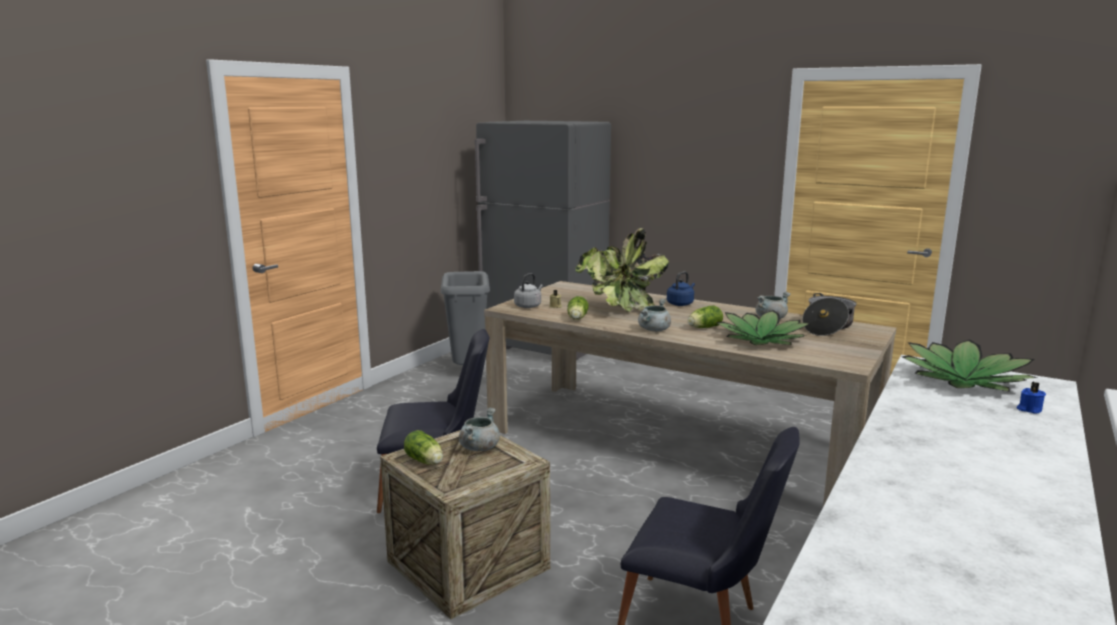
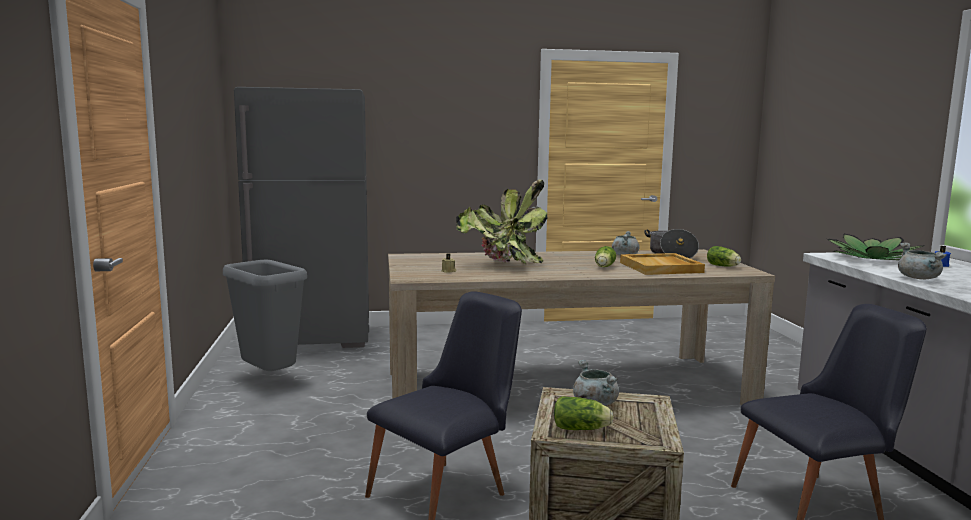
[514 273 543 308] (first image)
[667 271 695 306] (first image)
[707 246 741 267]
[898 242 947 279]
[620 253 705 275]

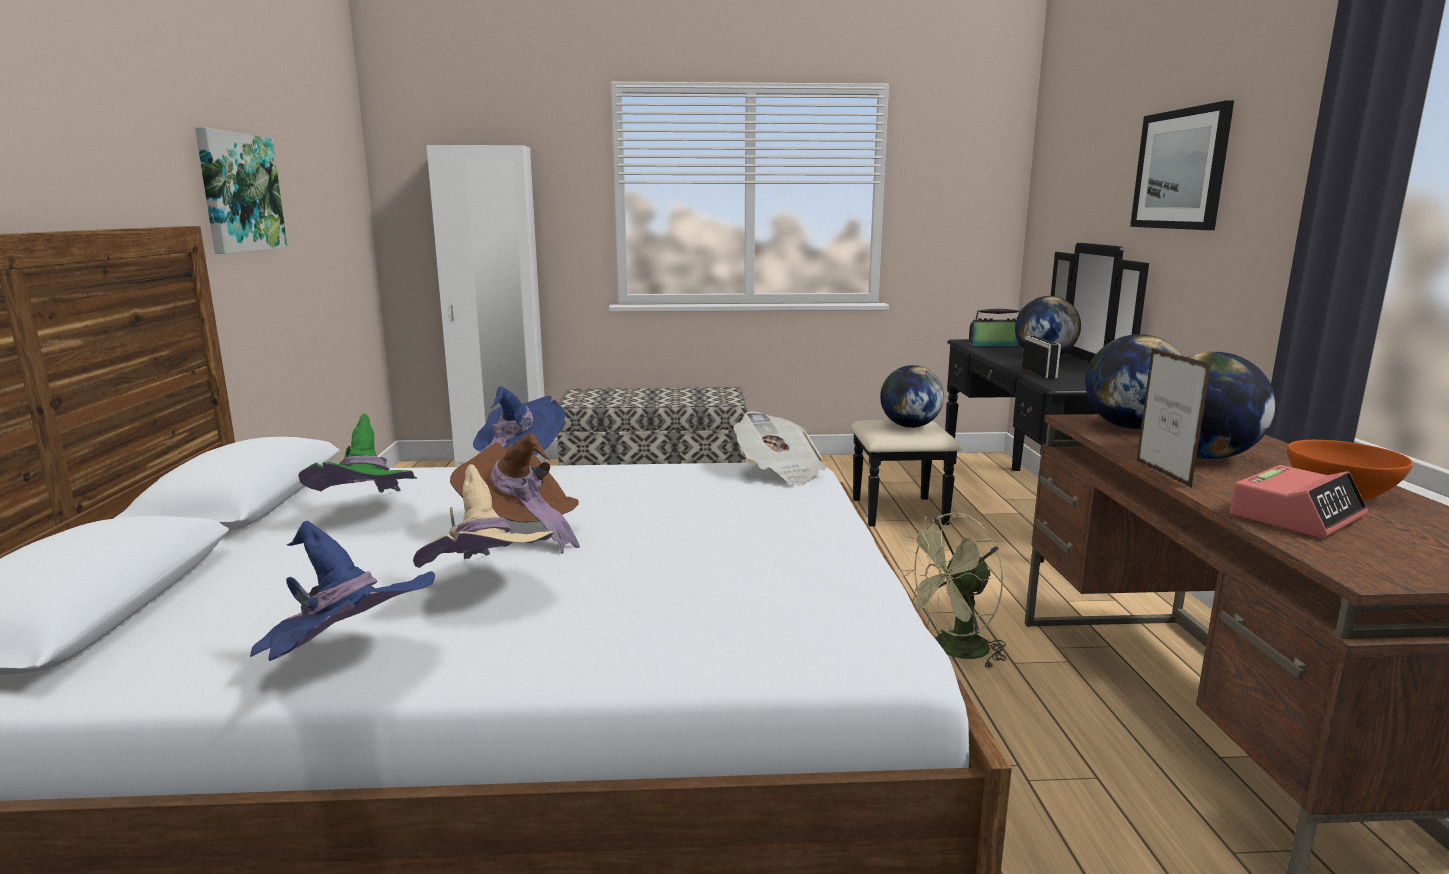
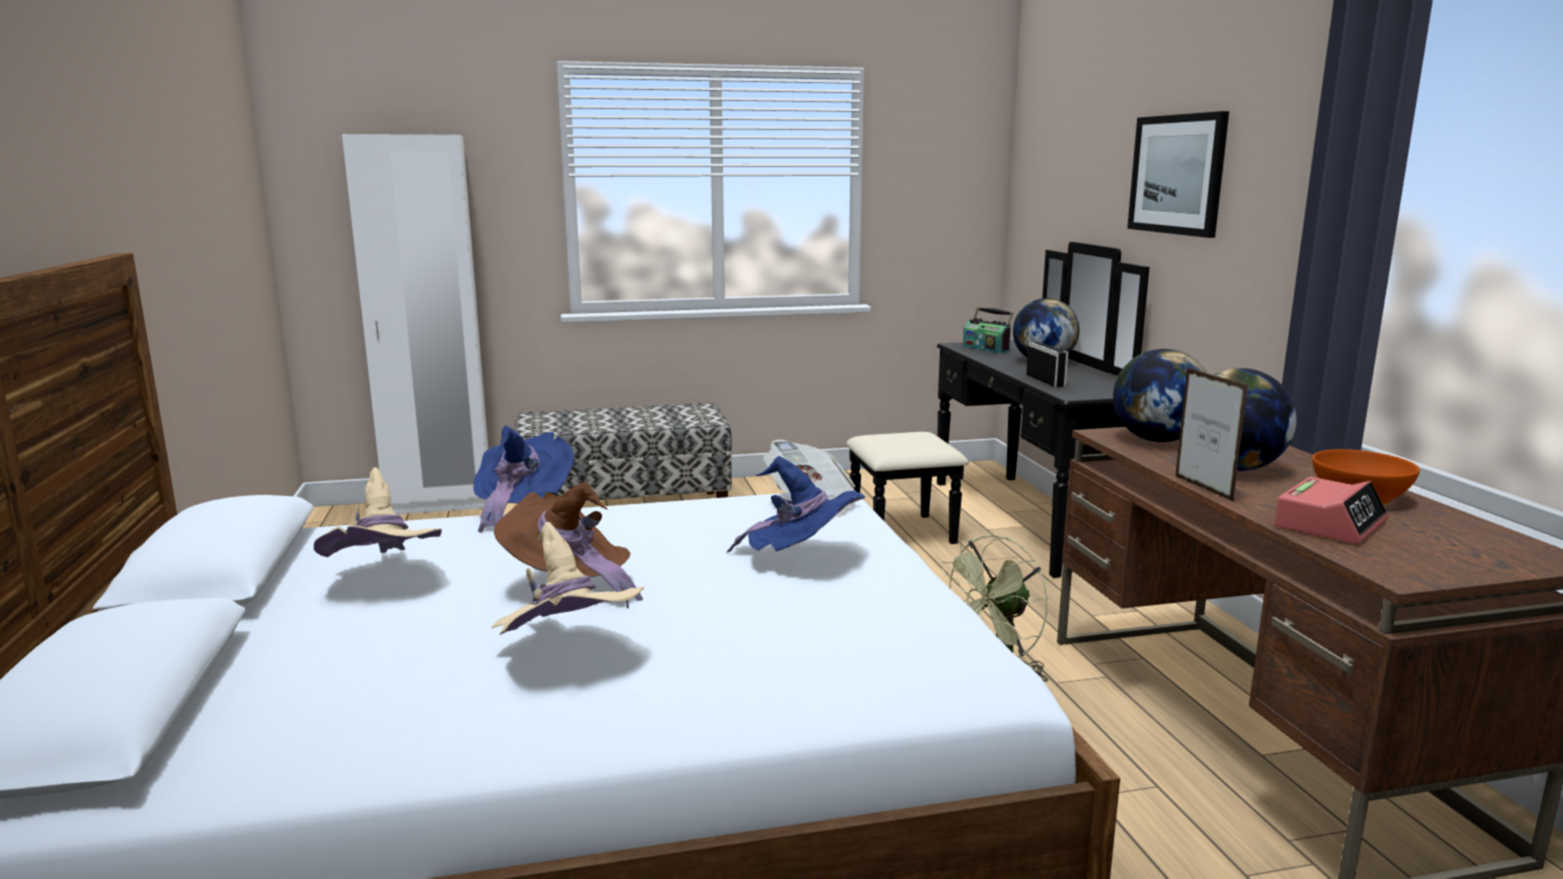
[195 127 287 254] (first image)
[880 365 944 428] (first image)
[727 456 865 553]
[314 467 442 557]
[963 307 1013 353]

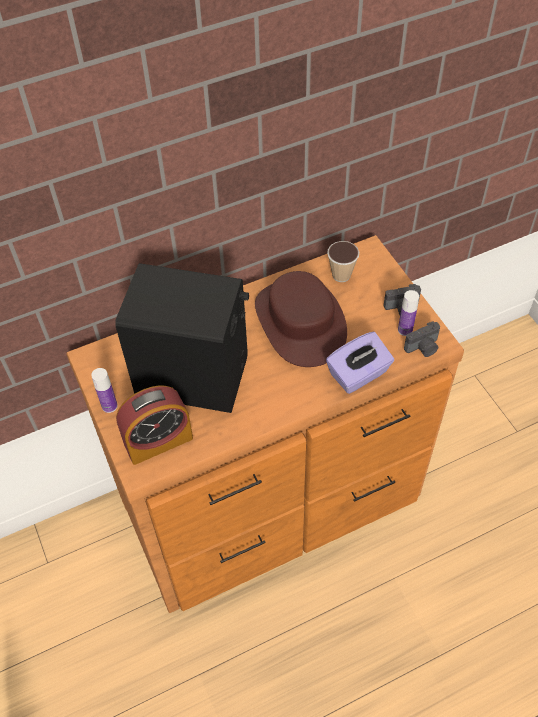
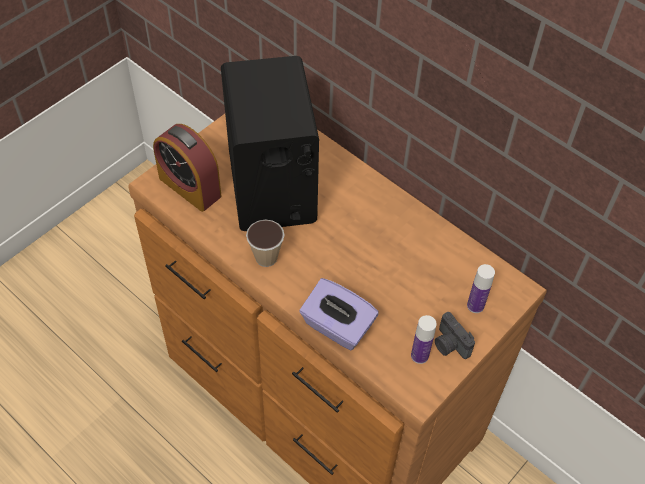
[255 271 347 367] (first image)
[404 321 440 357] (first image)
[467 264 495 313]
[246 219 285 267]

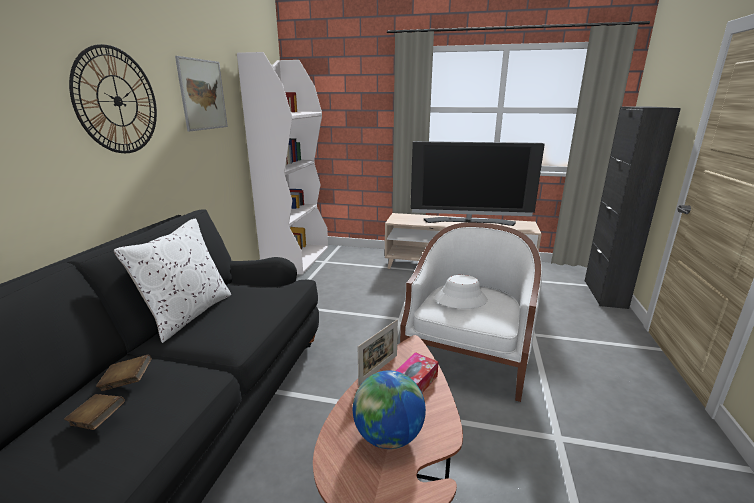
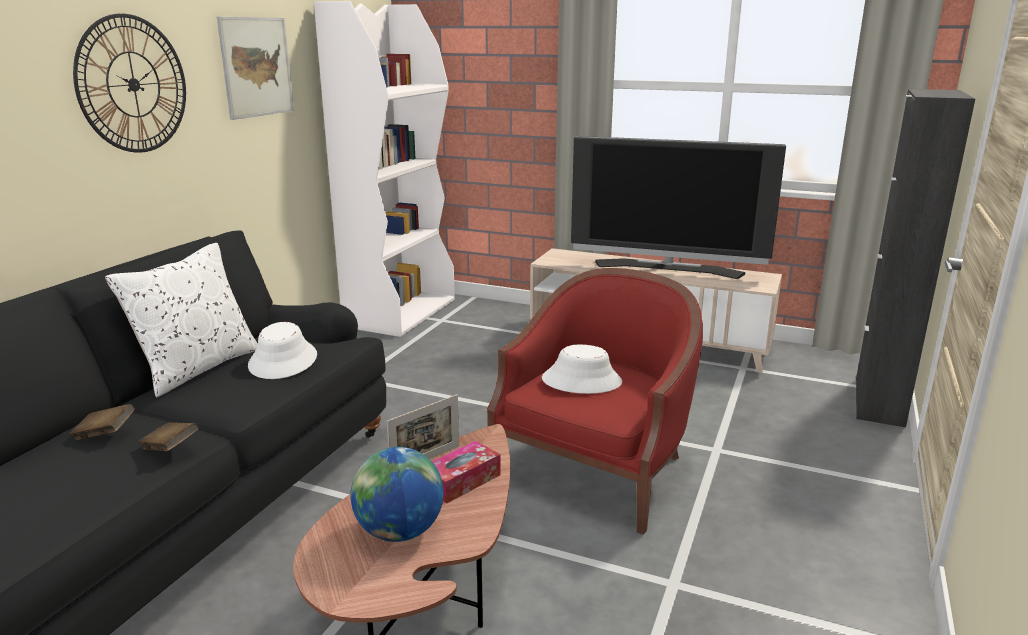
[248 322 317 379]
[138 422 198 451]
[487 268 703 535]

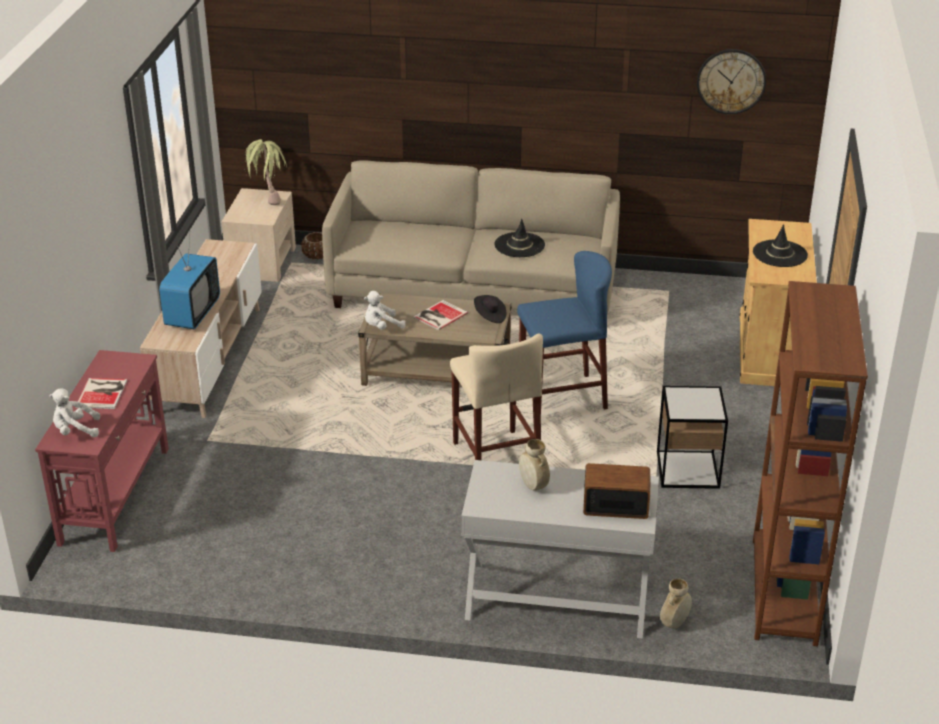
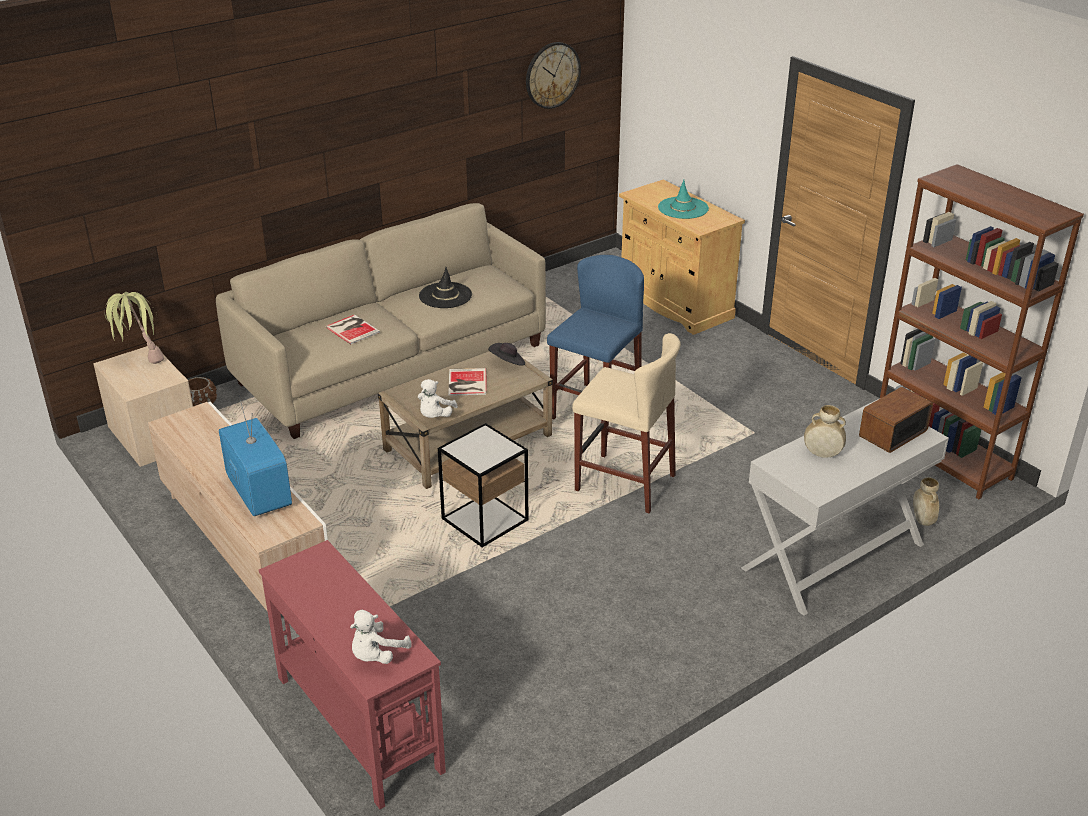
[325 315 380 344]
[438 423 528 548]
[658 180 709 219]

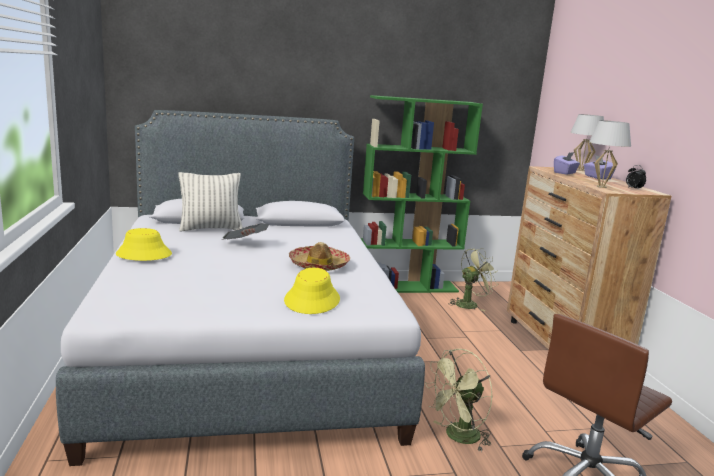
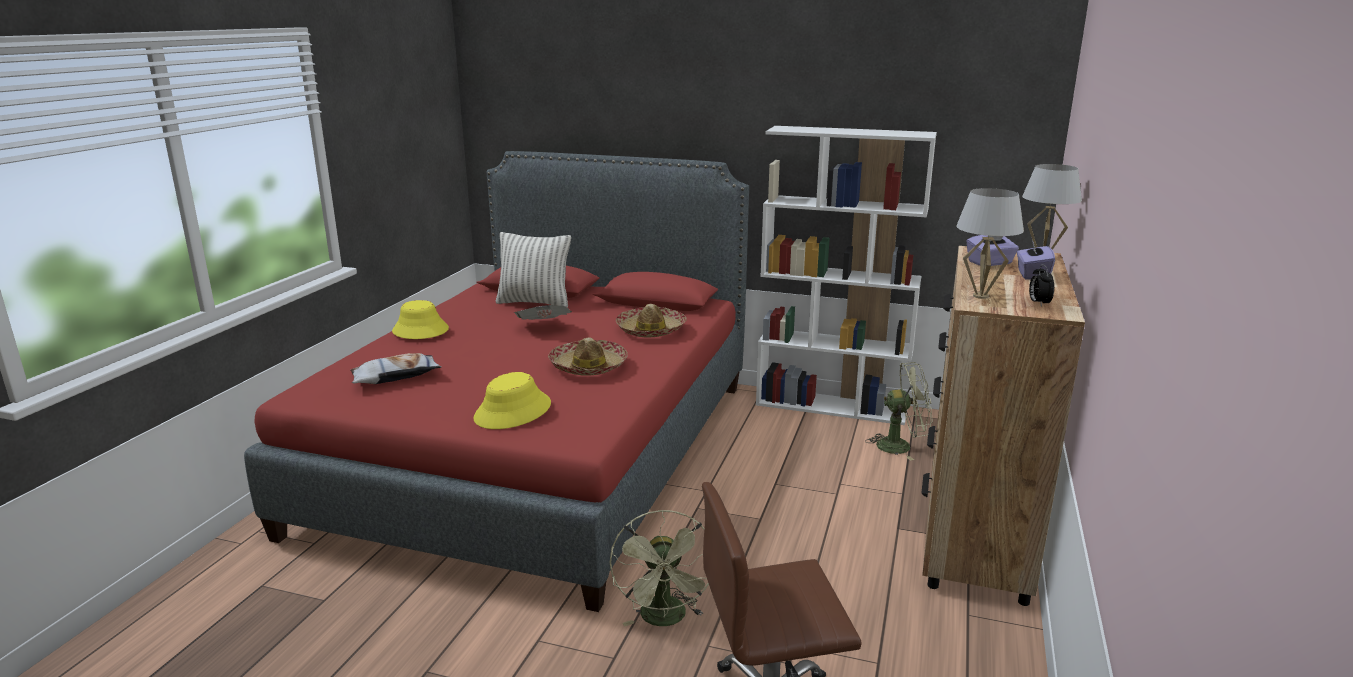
[350 353 442 384]
[616 304 686 338]
[244 151 749 612]
[756 126 937 425]
[610 510 709 626]

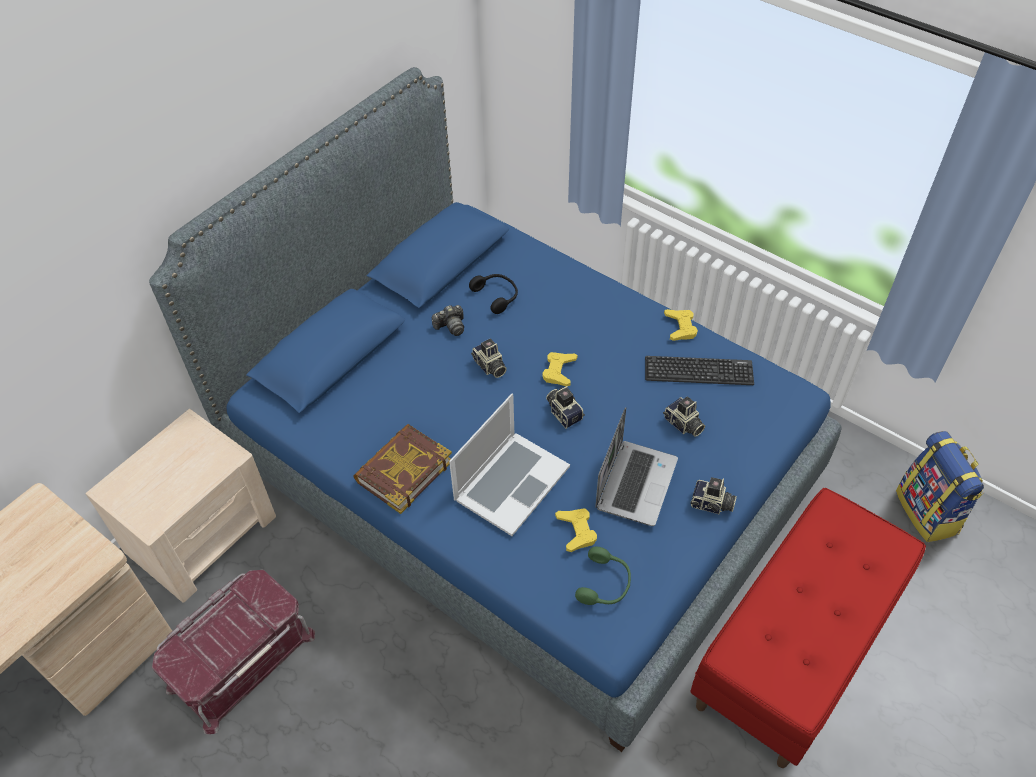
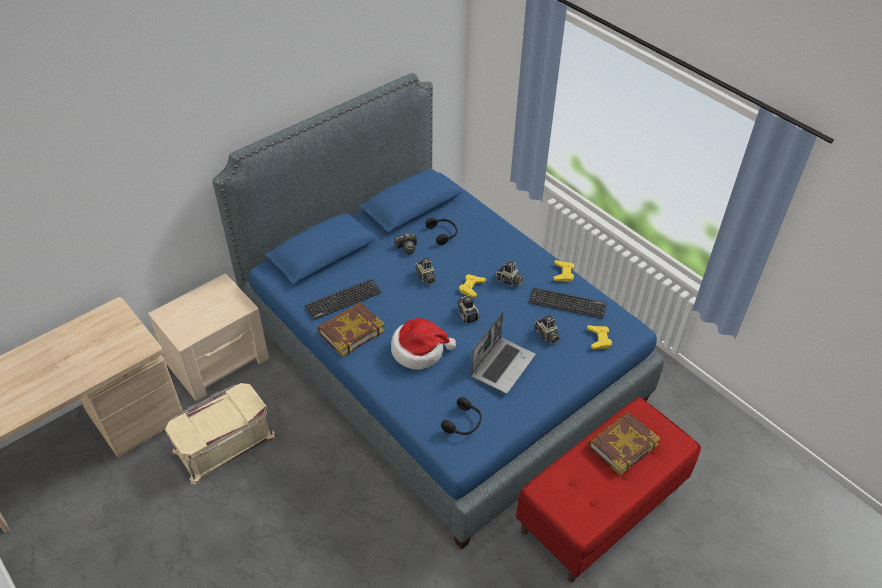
[896 431 984 542] (first image)
[305 279 381 320]
[588 412 661 476]
[587 325 612 349]
[495 261 524 286]
[391 318 456 370]
[165 383 277 485]
[441 397 482 435]

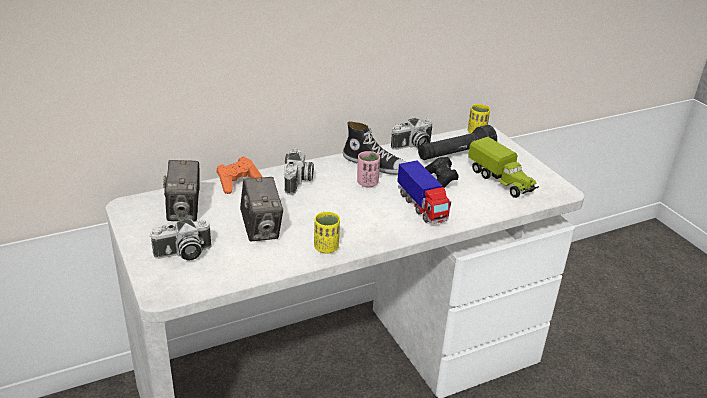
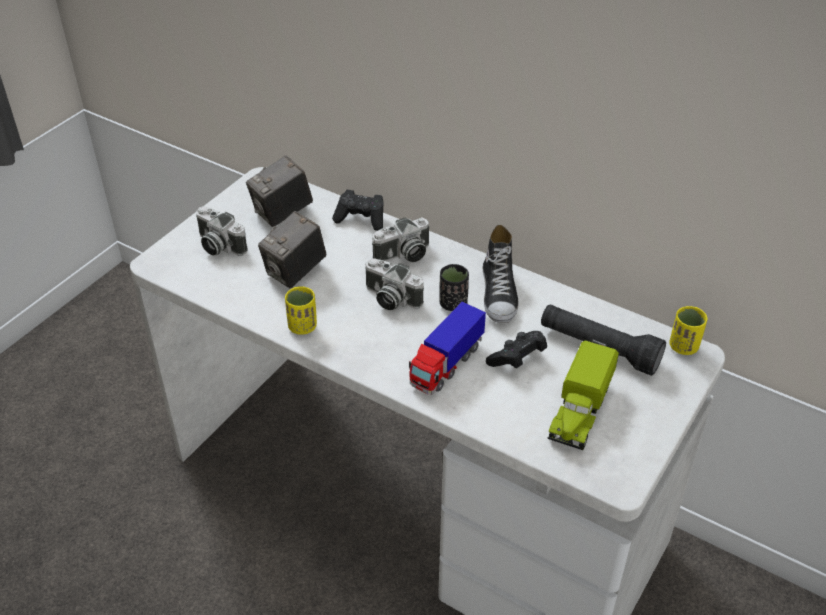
[365 258 424 310]
[332 190 384 231]
[439 264 469 311]

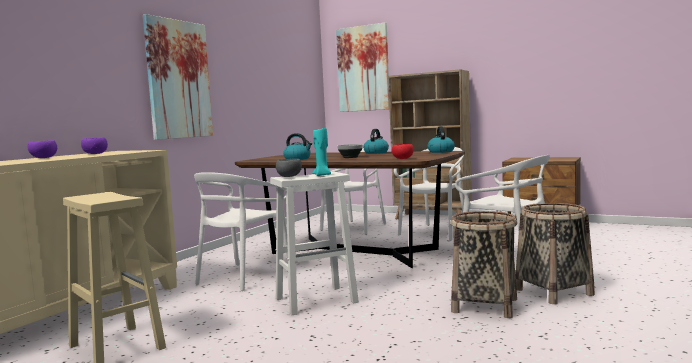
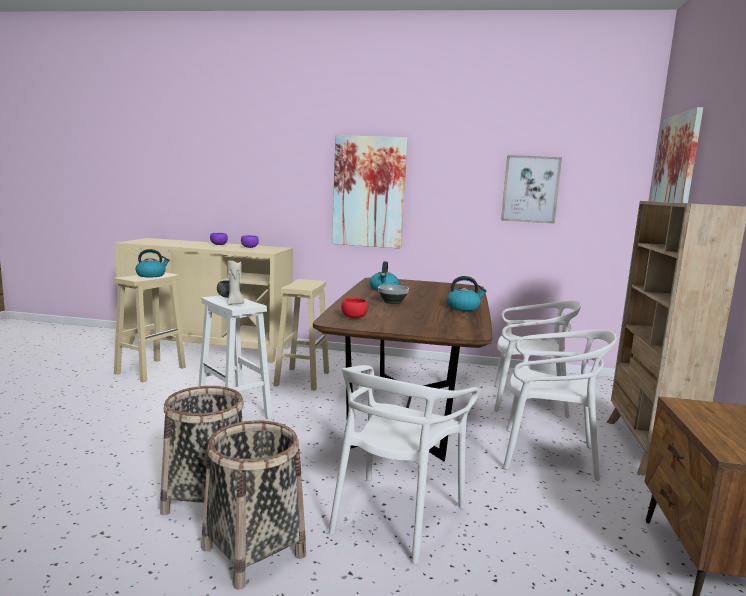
[501 155 562 224]
[135 249 170 277]
[273 279 329 391]
[227 260 244 305]

